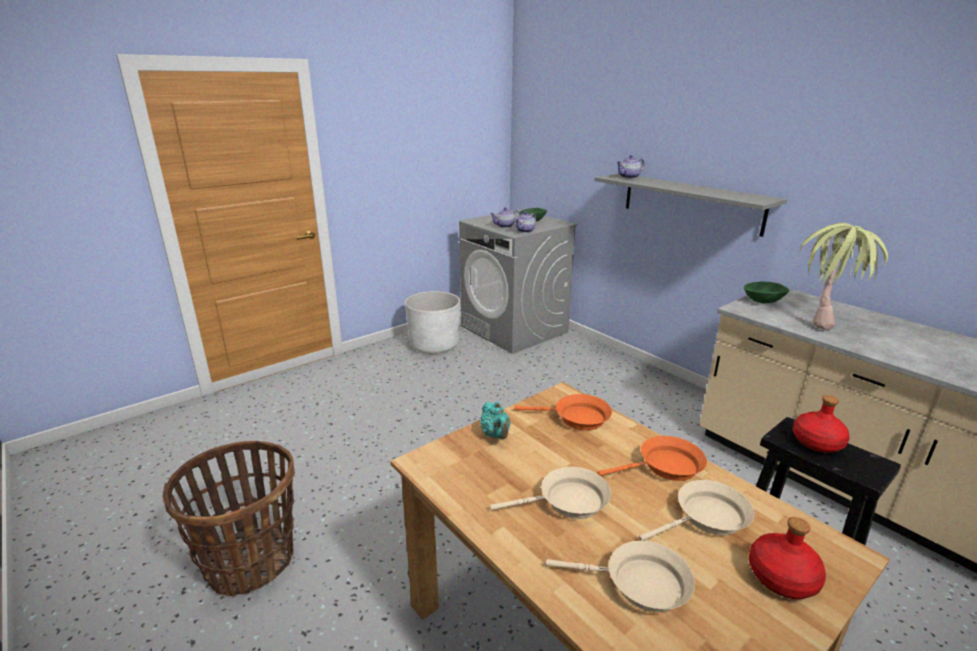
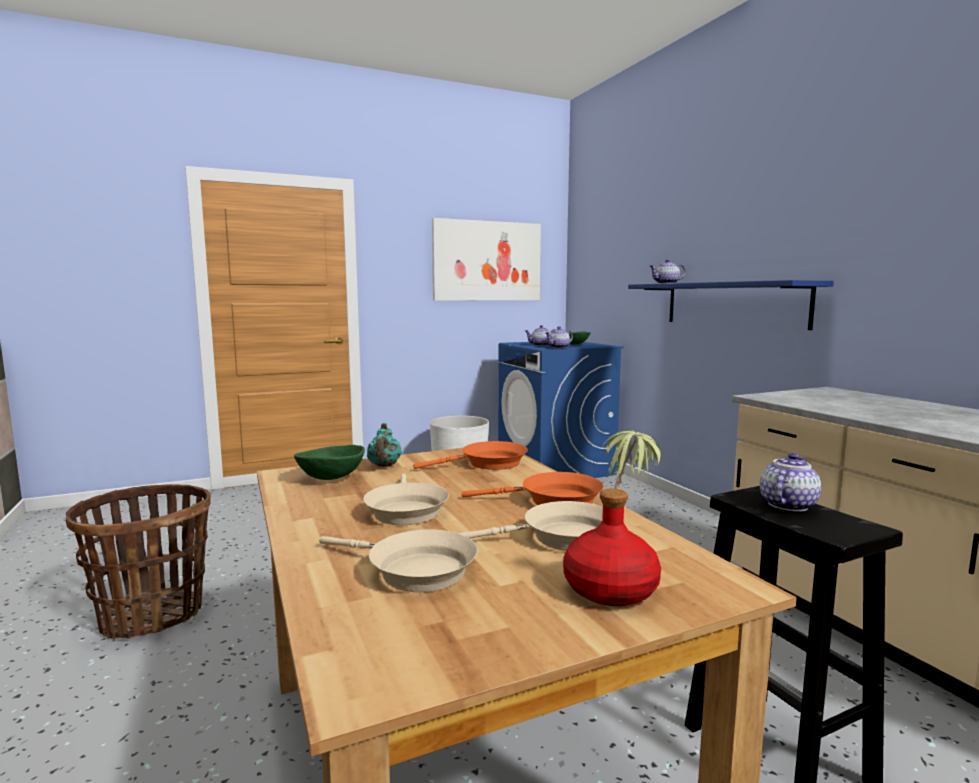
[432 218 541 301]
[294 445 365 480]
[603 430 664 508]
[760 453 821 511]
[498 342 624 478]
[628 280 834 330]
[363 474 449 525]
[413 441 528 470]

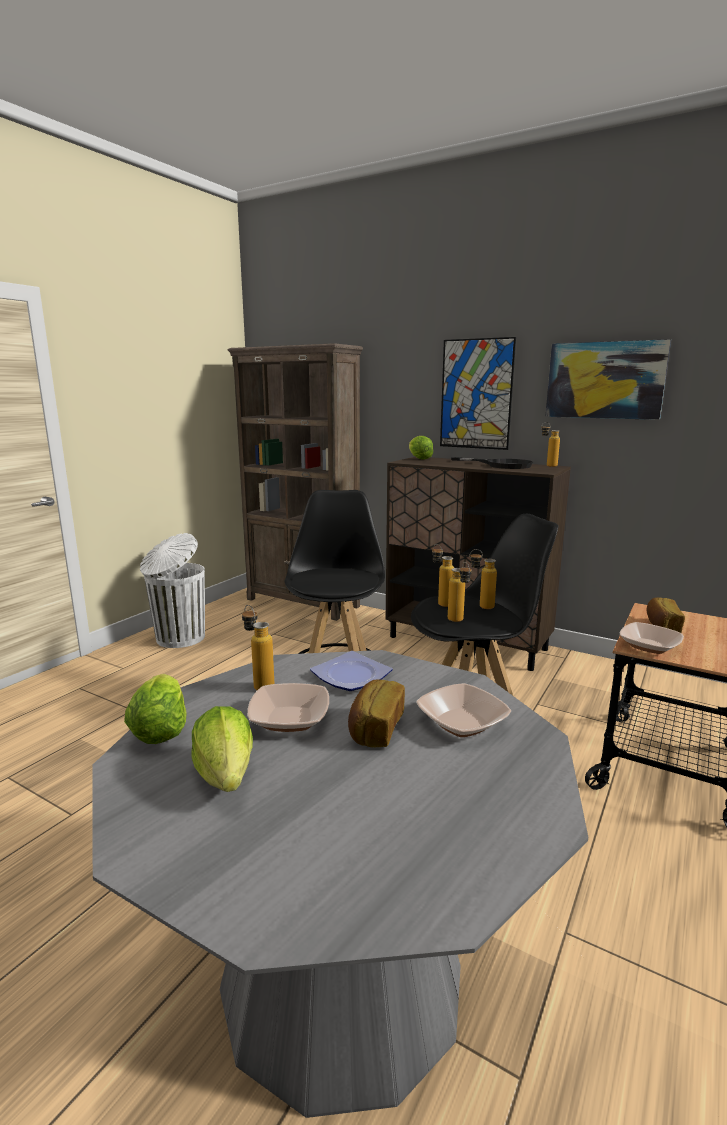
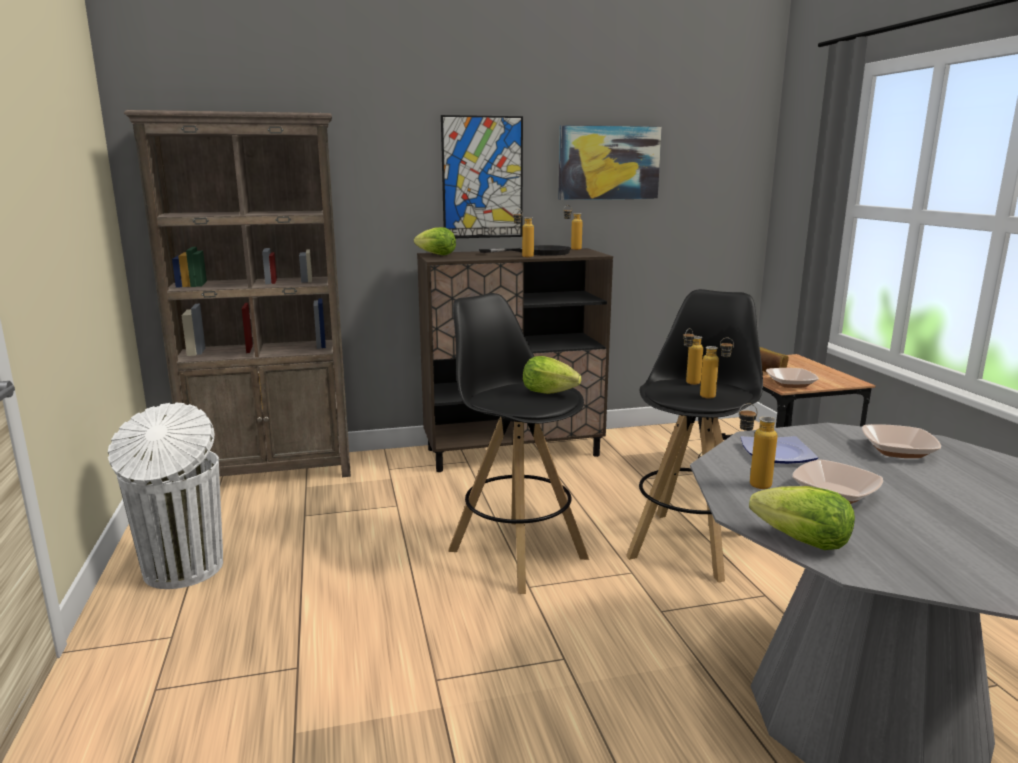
[348 680 405 748] (first image)
[523 356 582 394]
[513 209 534 258]

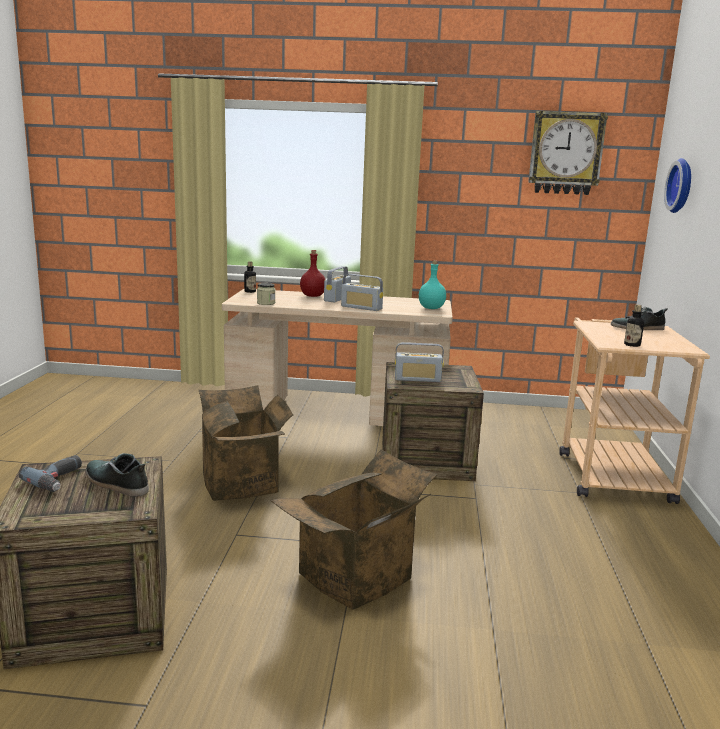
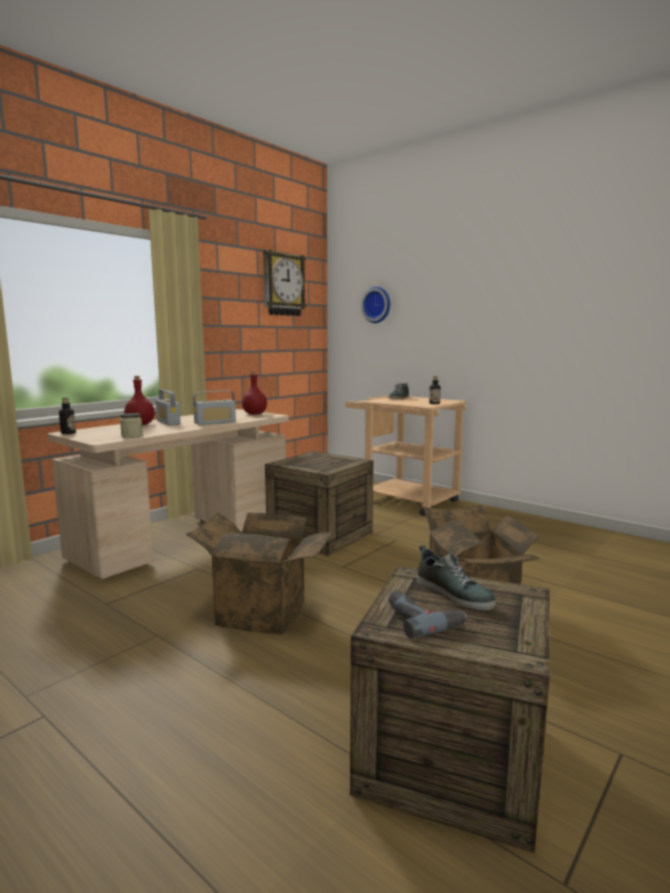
[395 342 444 382] (first image)
[242 371 267 415]
[417 545 496 610]

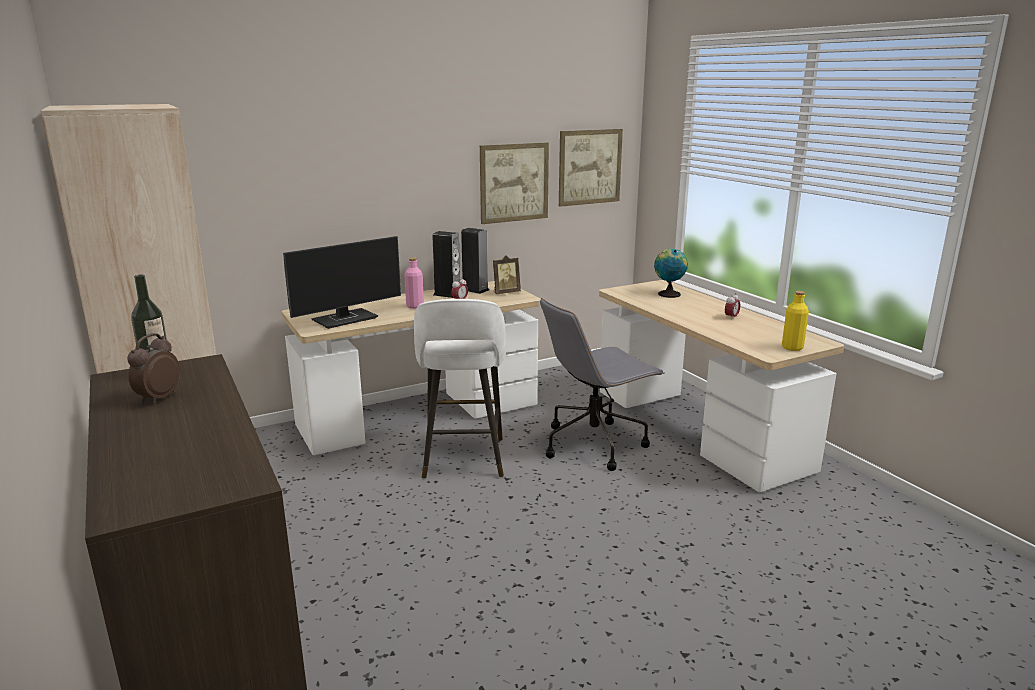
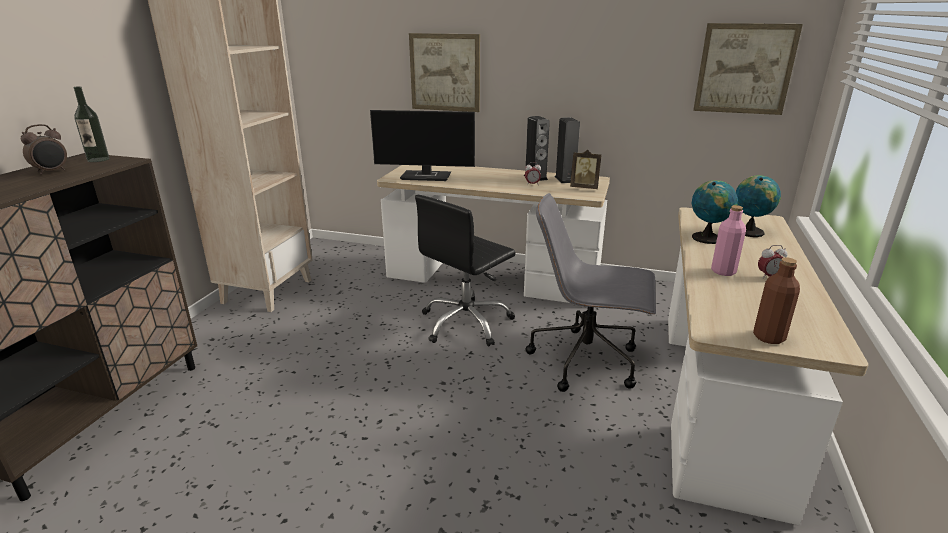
[691 180 738 244]
[711 205 746 276]
[409 33 480 112]
[415 195 516 347]
[753 257 800 344]
[21 124 67 175]

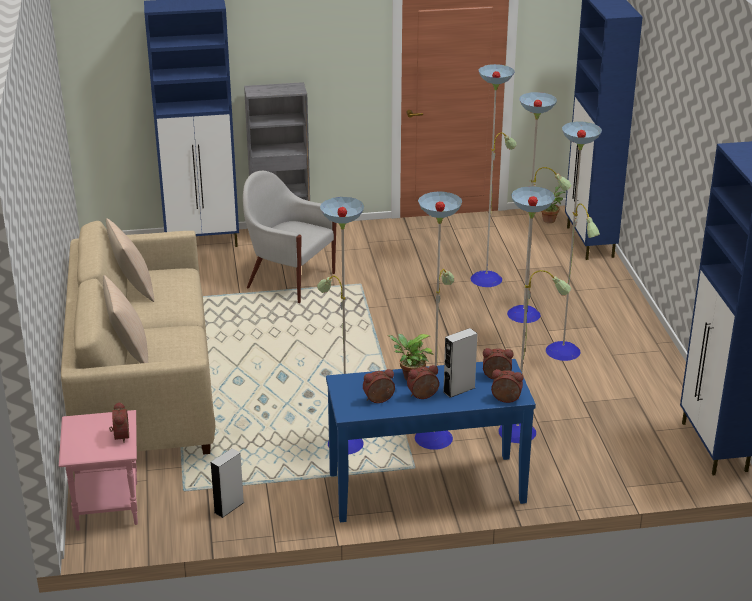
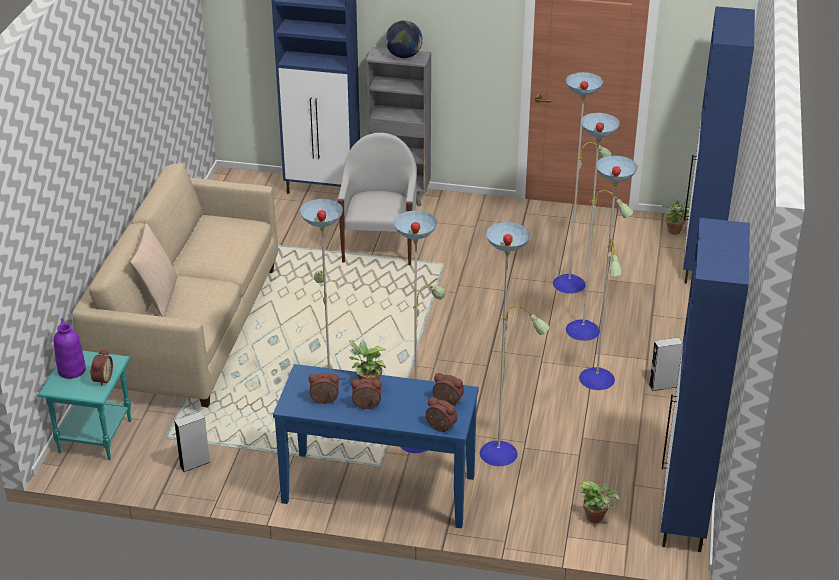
[106 218 154 302] (first image)
[54 318 86 379]
[385 20 423 58]
[579 481 619 523]
[649 337 683 391]
[37 350 131 460]
[338 133 417 265]

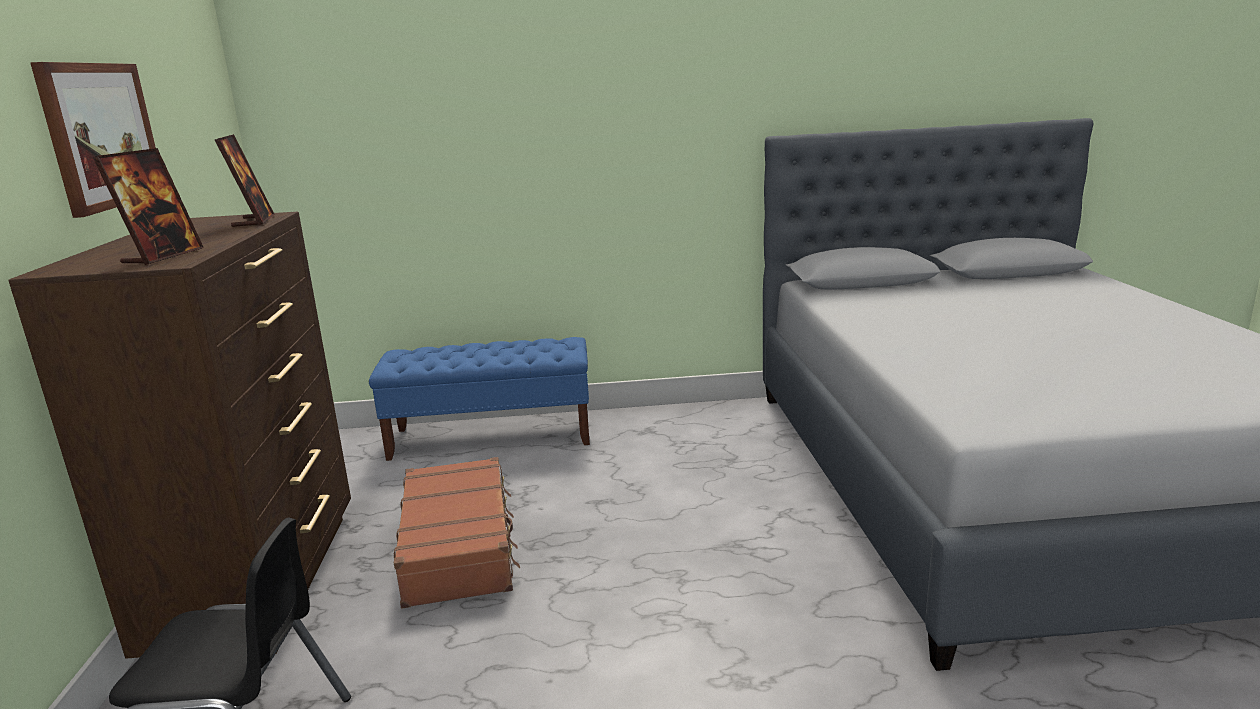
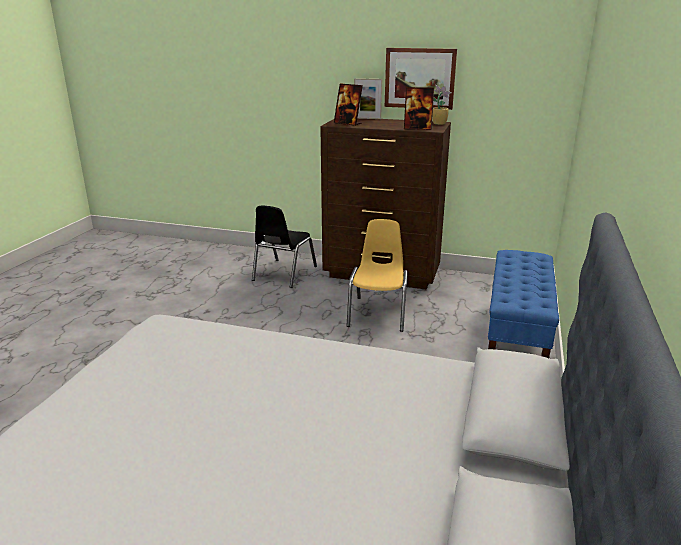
[354 78 382 119]
[432 85 451 125]
[347 219 407 332]

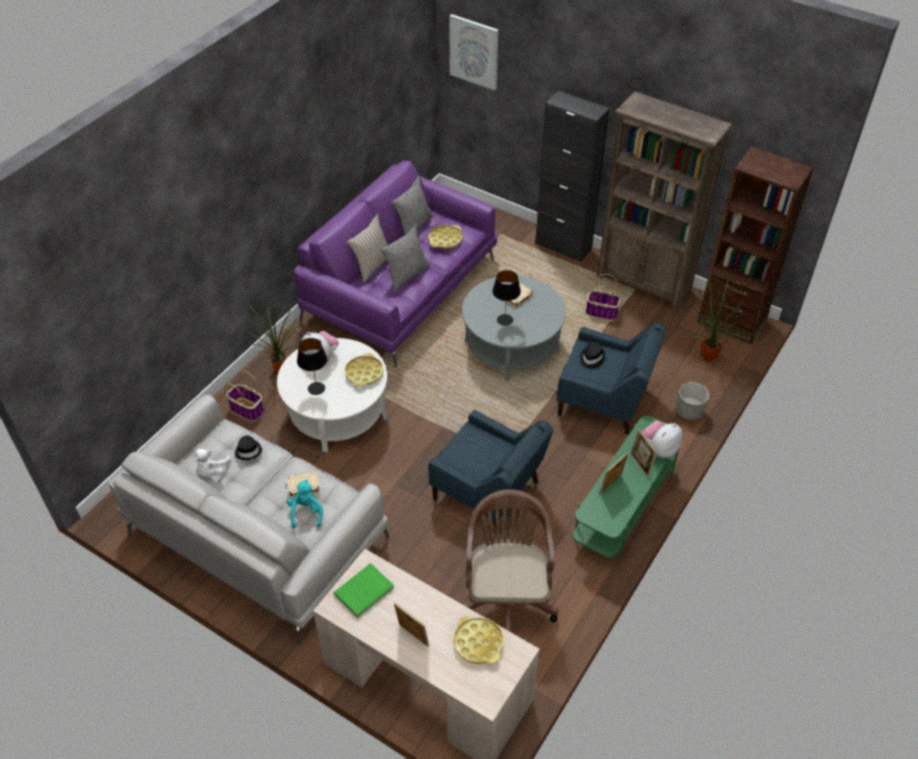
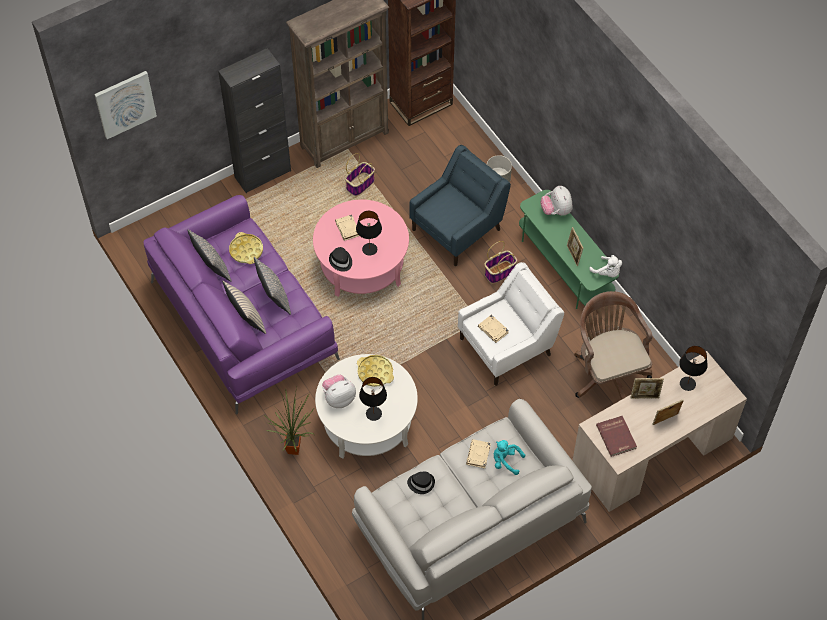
[691 276 743 363] (first image)
[478 315 509 343]
[589 255 622 277]
[484 241 517 284]
[329 247 352 272]
[631 378 664 399]
[679 346 708 391]
[596 416 637 457]
[458 262 564 386]
[313 200 409 297]
[574 291 653 400]

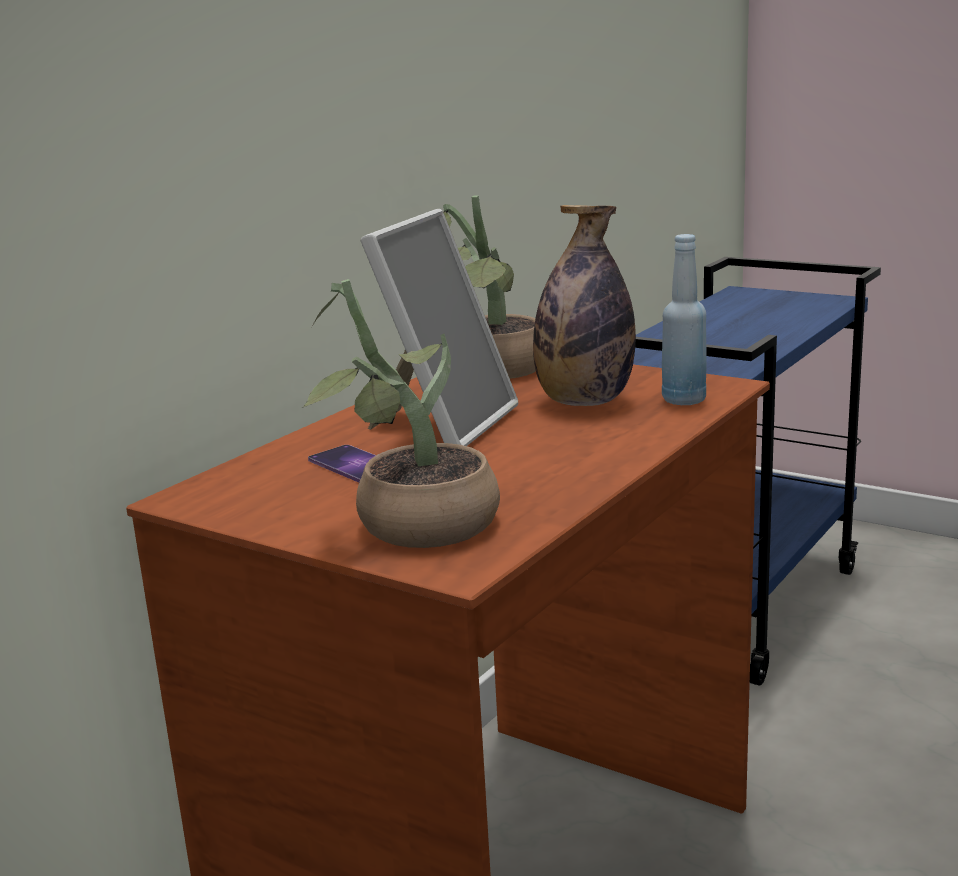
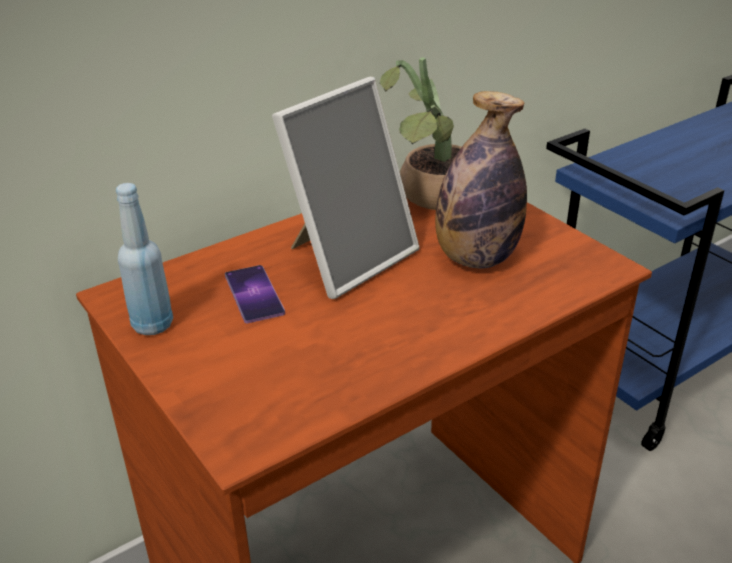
[302 279 500 548] (first image)
[116 183 173 335]

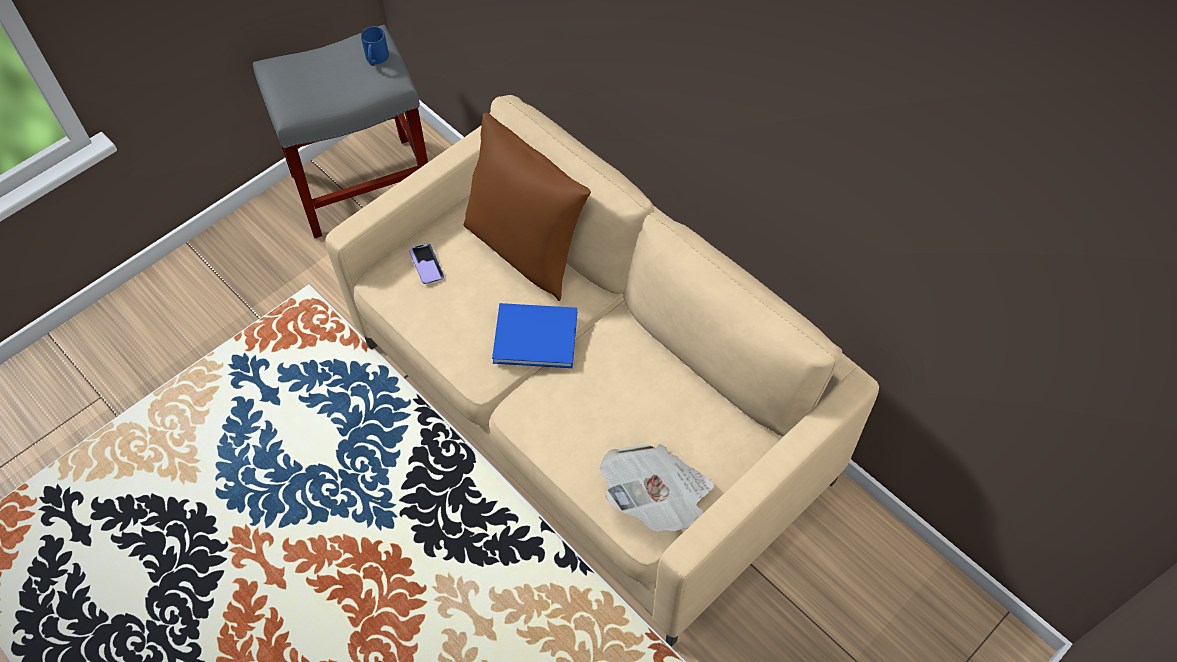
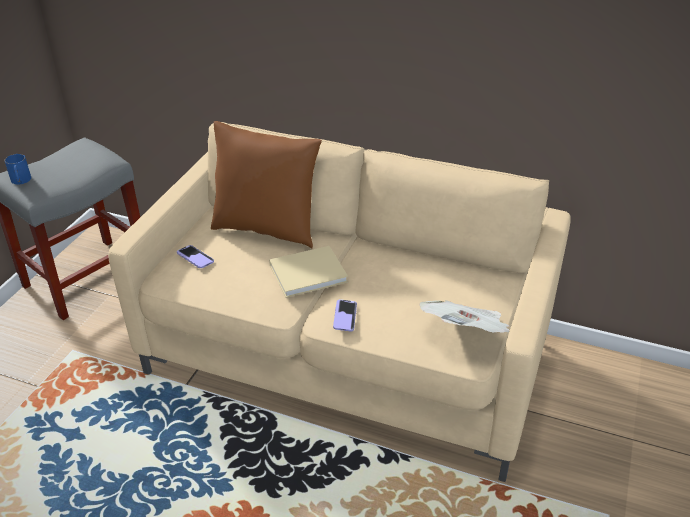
[333 299 357 332]
[4 154 31 184]
[269 246 348 298]

